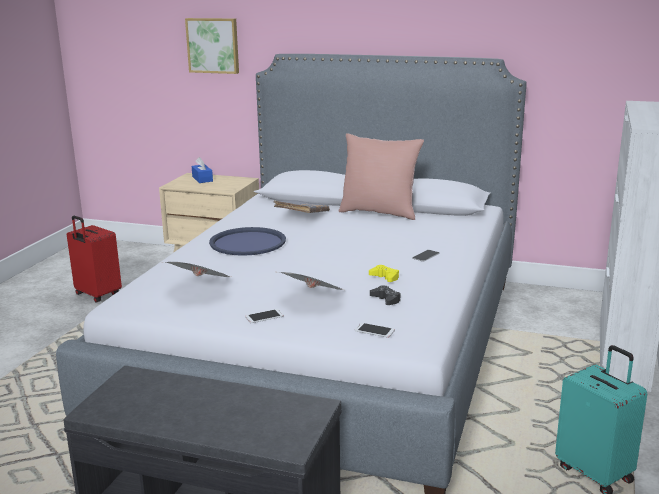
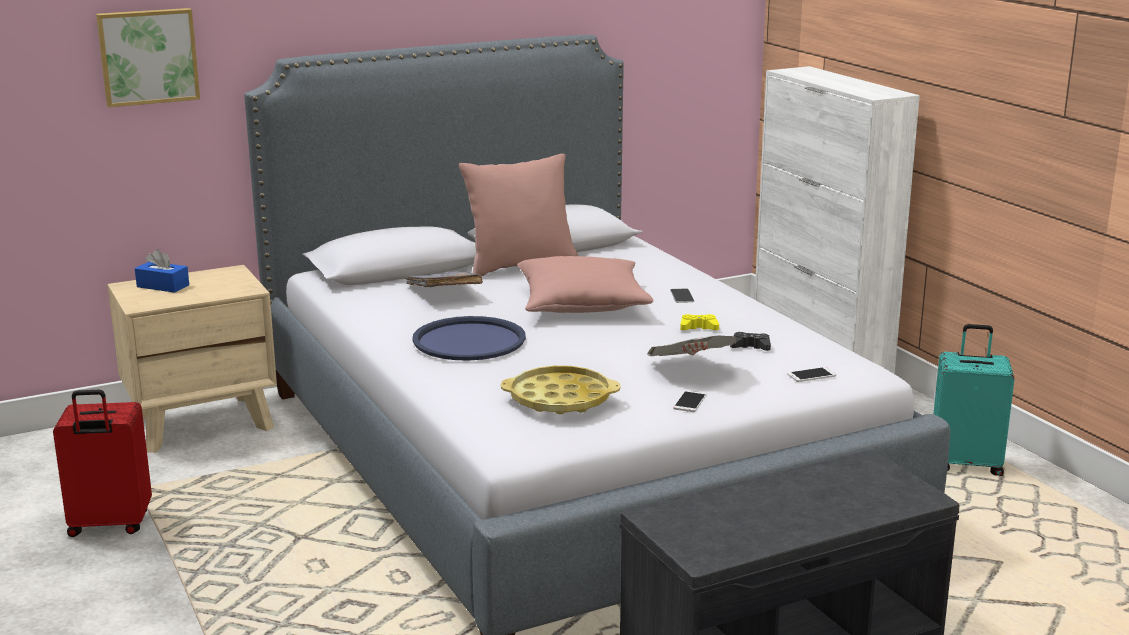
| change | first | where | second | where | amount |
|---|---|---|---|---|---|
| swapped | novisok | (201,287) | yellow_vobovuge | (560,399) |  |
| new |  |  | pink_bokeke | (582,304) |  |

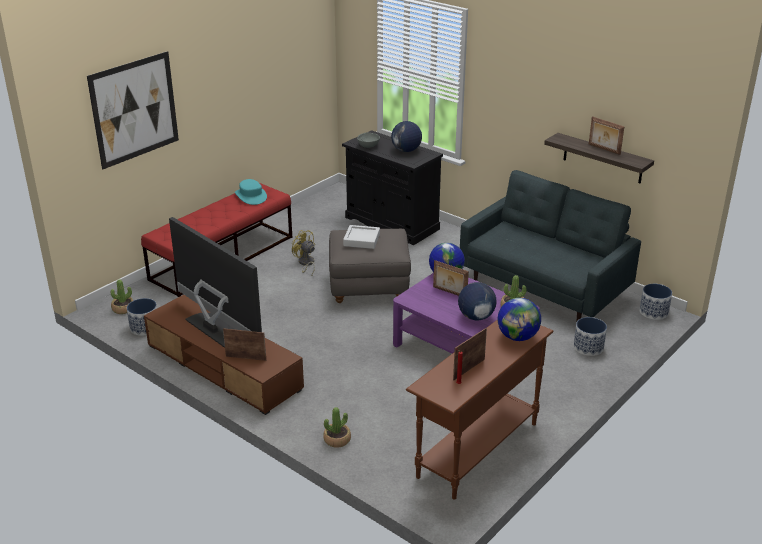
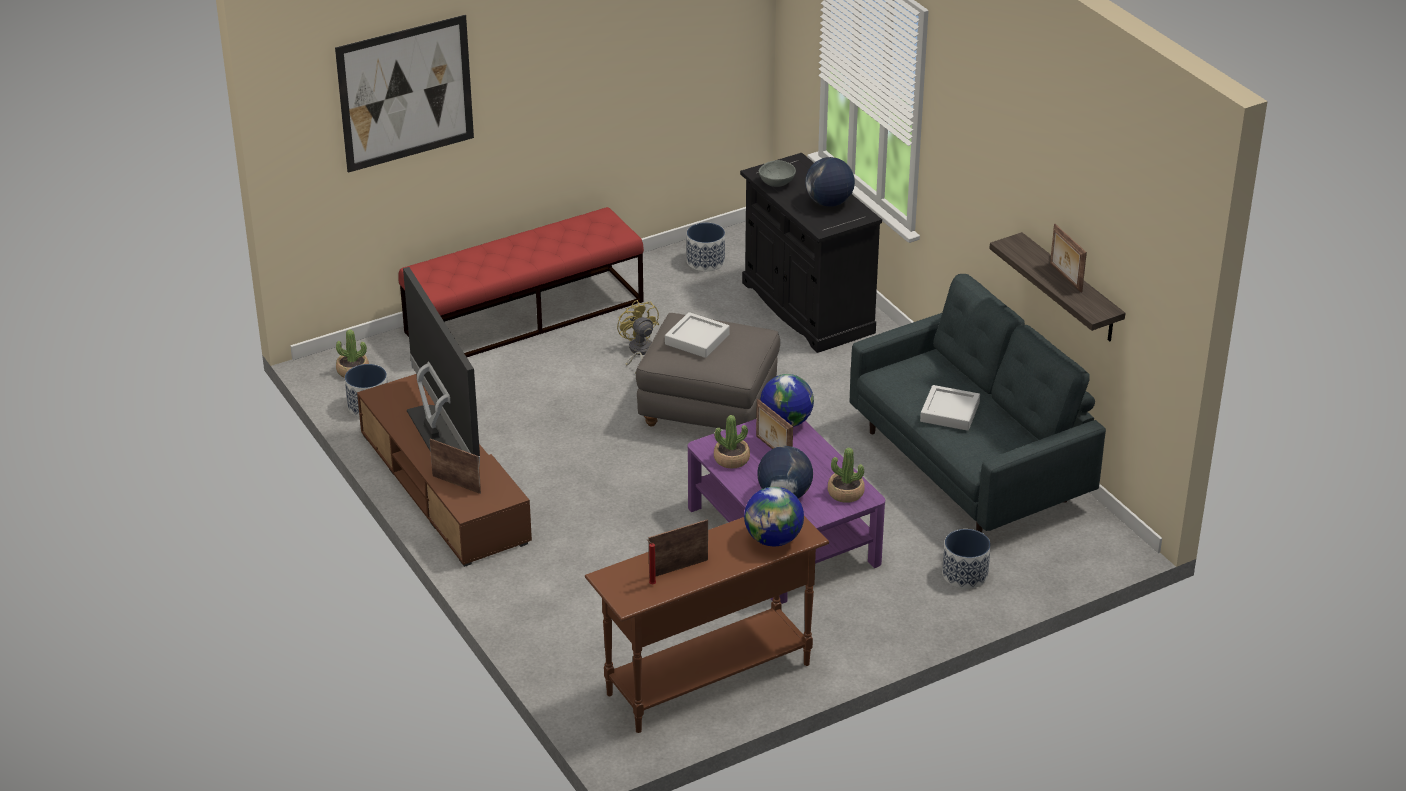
| change | first | where | second | where | amount |
|---|---|---|---|---|---|
| gone | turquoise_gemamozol | (251,196) |  |  |  |
| shifted | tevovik | (654,312) |  | (706,262) |  |
| shifted | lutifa | (337,439) |  | (731,459) |  |
| new |  |  | grey_vobovuge | (949,412) |  |

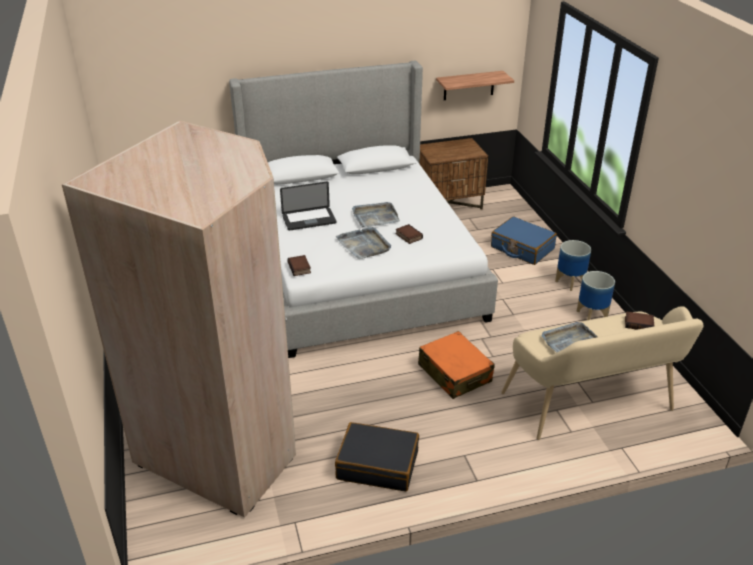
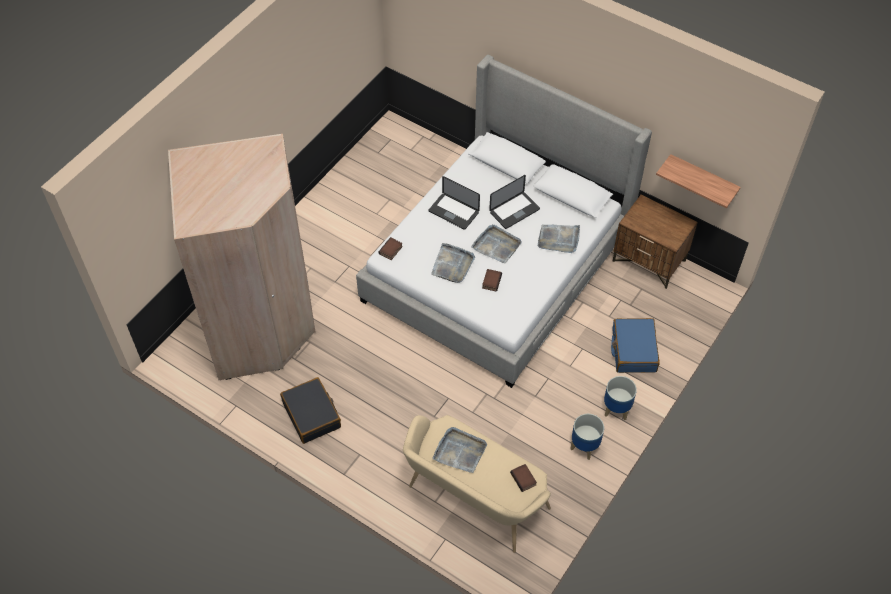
| change | first | where | second | where | amount |
|---|---|---|---|---|---|
| gone | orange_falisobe | (454,373) |  |  |  |
| new |  |  | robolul | (514,211) |  |
| new |  |  | grey_vobovuge | (559,239) |  |

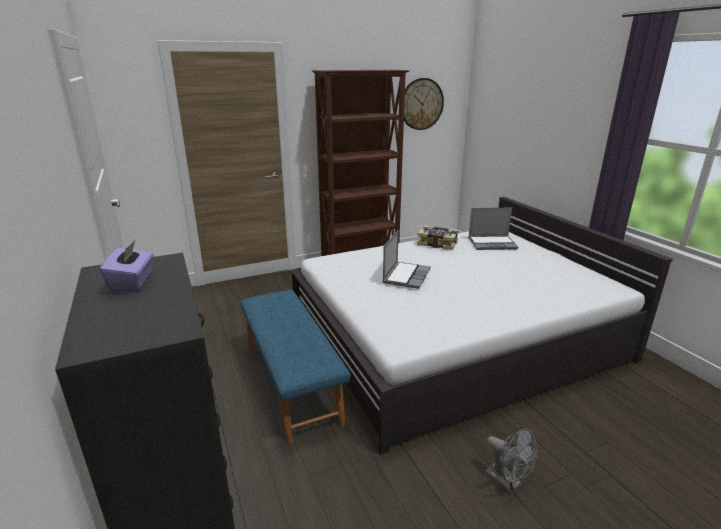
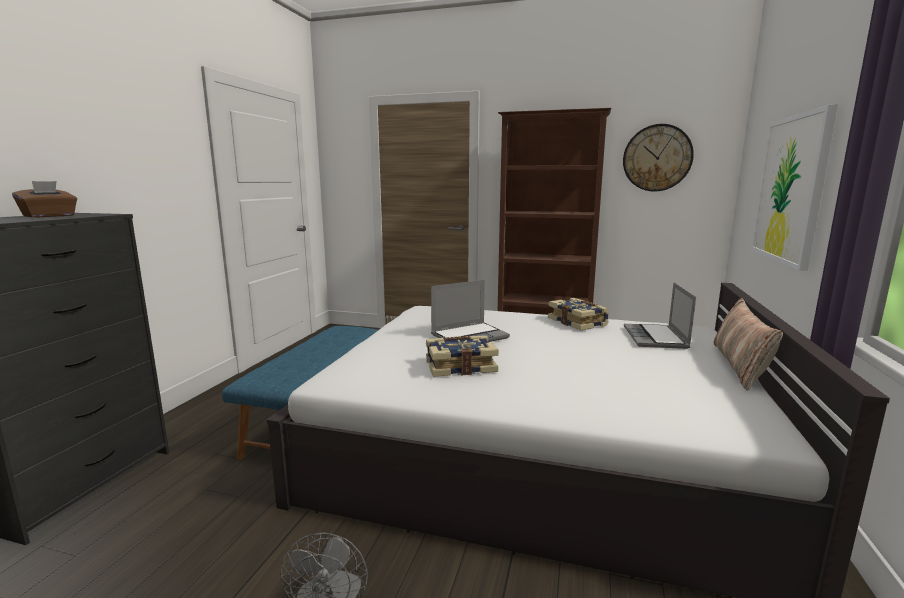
| change | first | where | second | where | amount |
|---|---|---|---|---|---|
| rotated | robolul | (492,243) |  | (656,338) | 60 degrees clockwise |
| repainted | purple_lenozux | (133,283) | brown_lenozux | (49,216) |  |
| new |  |  | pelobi | (791,189) |  |
| new |  |  | bokeke | (740,365) |  |
| new |  |  | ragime | (460,366) |  |

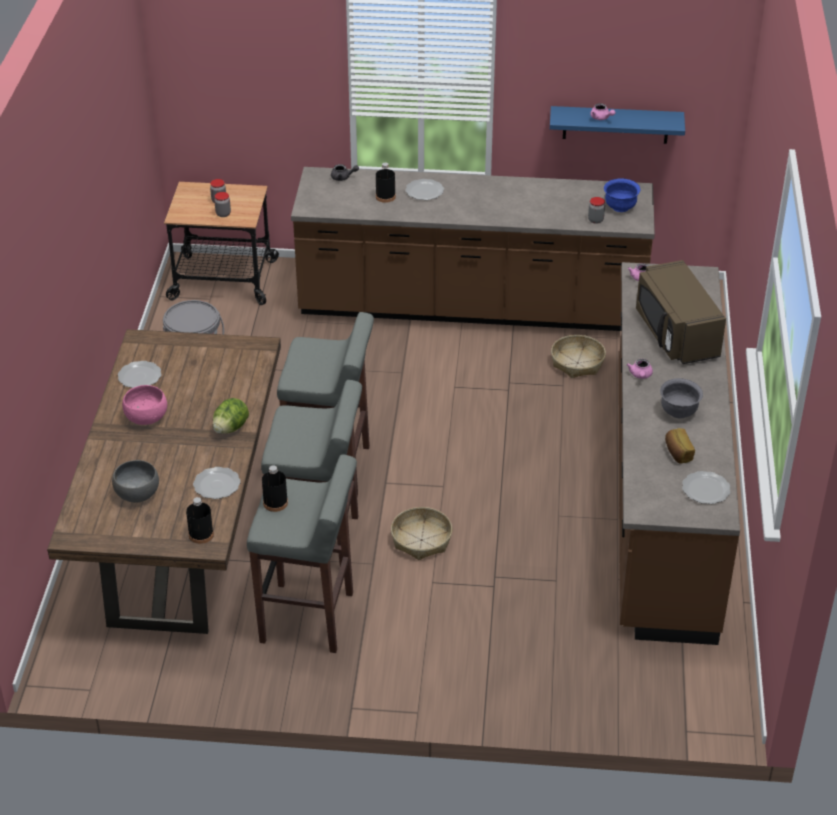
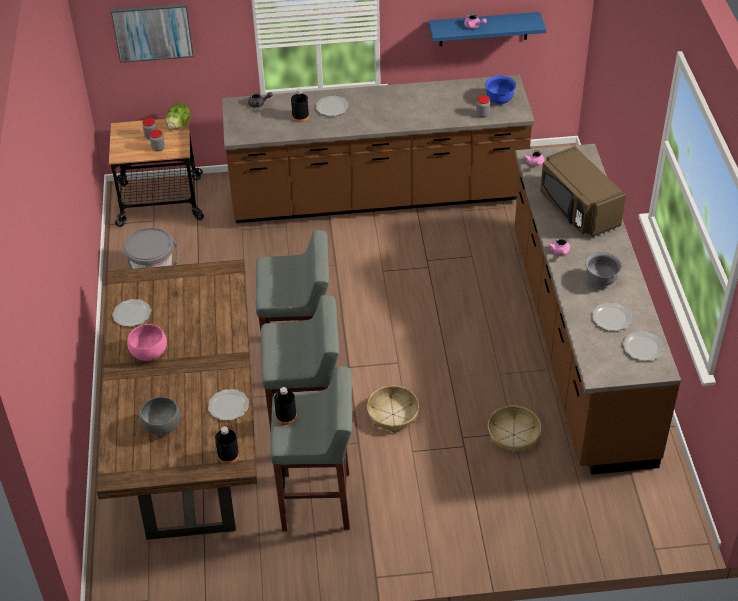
| change | first | where | second | where | amount |
|---|---|---|---|---|---|
| shifted | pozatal | (577,363) |  | (513,435) |  |
| shifted | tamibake | (230,428) |  | (178,125) |  |
| swapped | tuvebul | (677,453) | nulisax | (611,318) |  |
| new |  |  | pelobi | (152,32) |  |

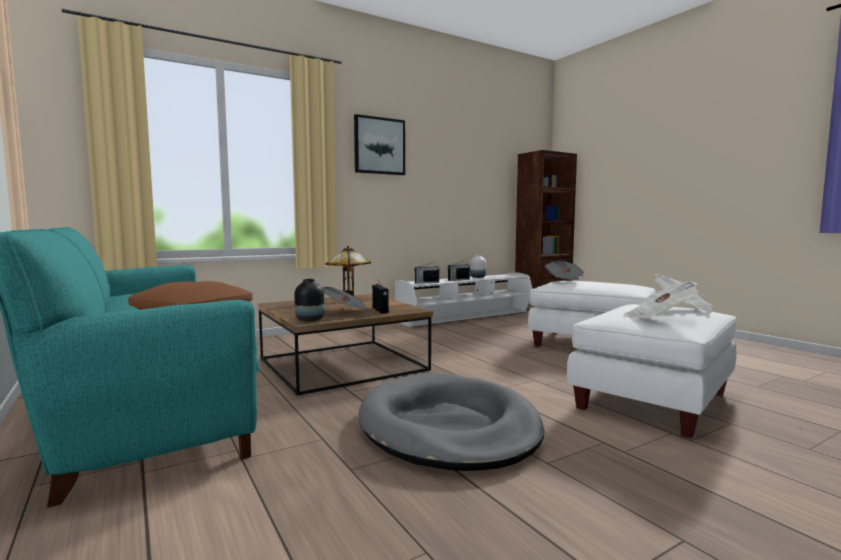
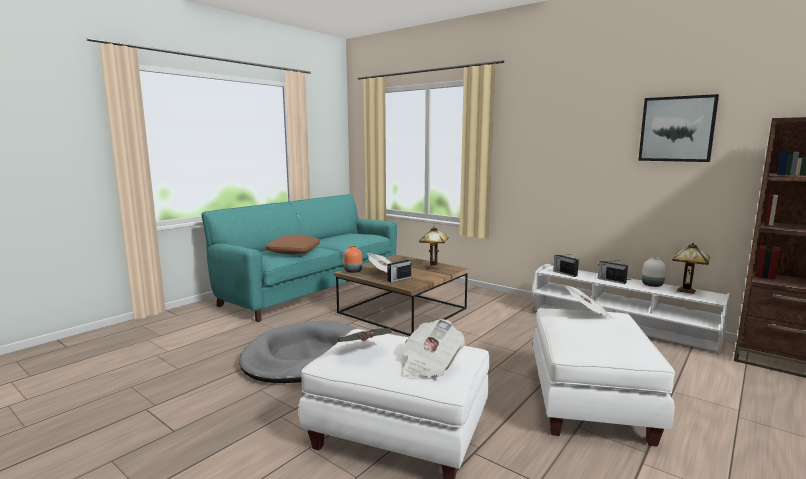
| change | first | where | second | where | amount |
|---|---|---|---|---|---|
| shifted | pelobi | (379,146) |  | (677,129) |  |
| repainted | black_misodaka | (310,319) | orange_misodaka | (353,271) |  |
| new |  |  | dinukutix | (687,291) |  |

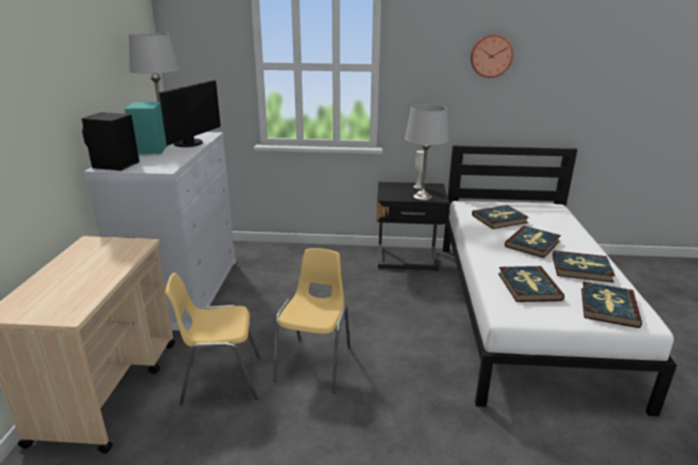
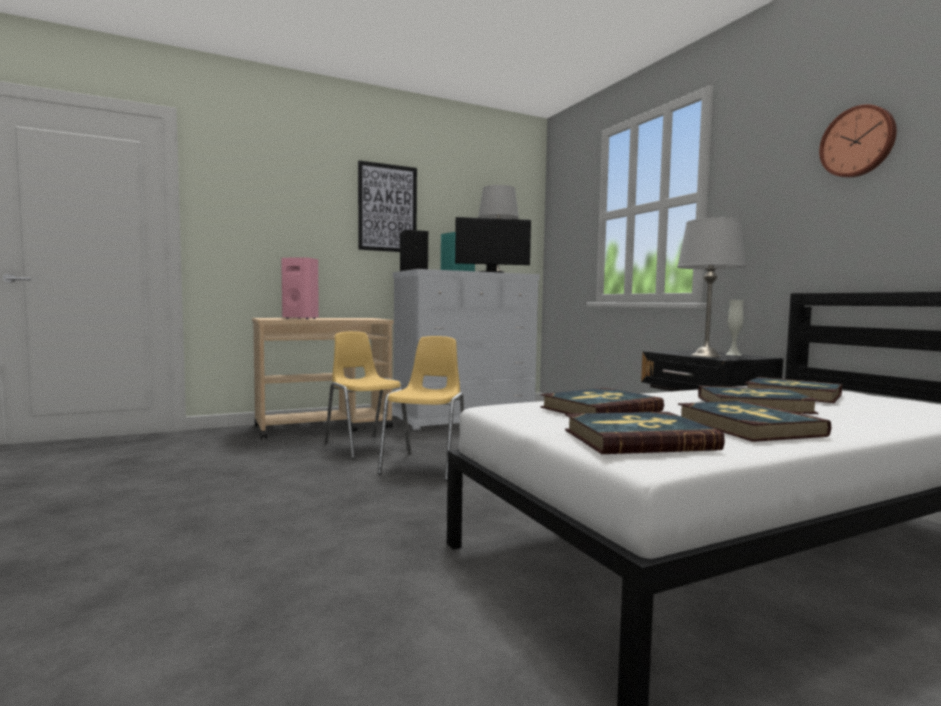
| change | first | where | second | where | amount |
|---|---|---|---|---|---|
| rotated | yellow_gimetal | (315,363) |  | (426,466) | 60 degrees counterclockwise |
| new |  |  | pelobi | (387,208) |  |
| new |  |  | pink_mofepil | (301,318) |  |

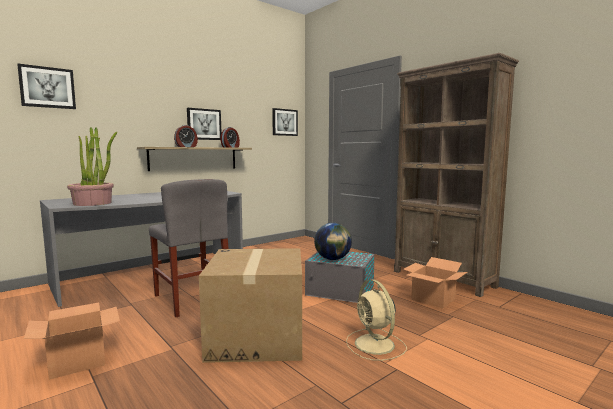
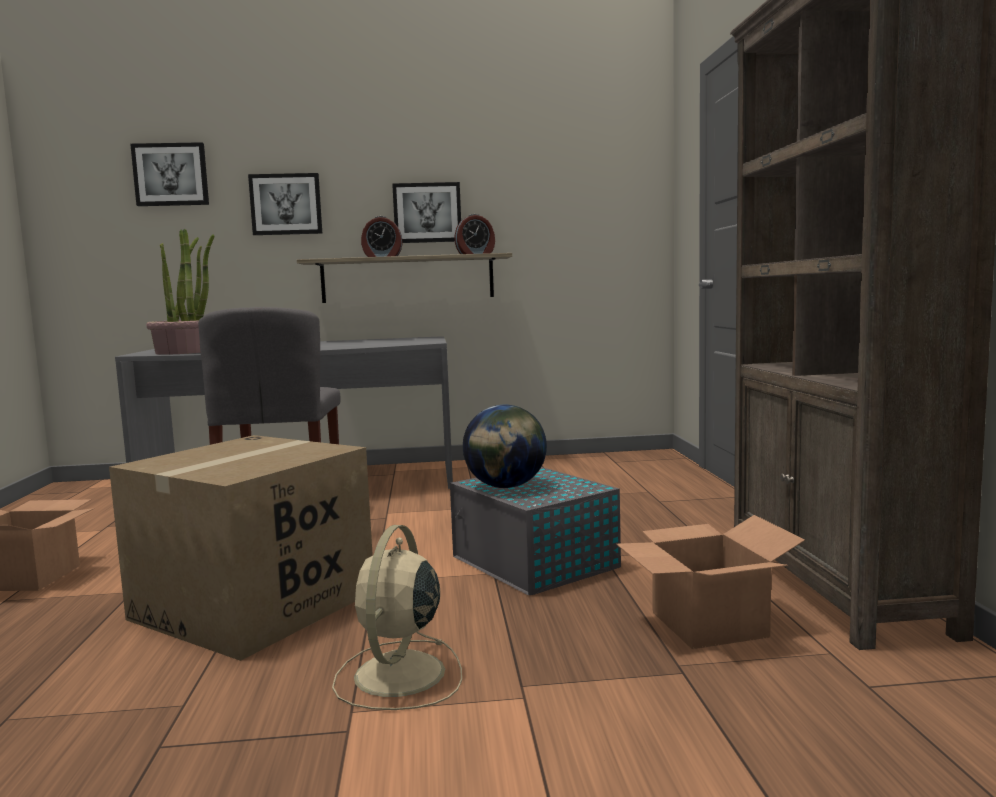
| change | first | where | second | where | amount |
|---|---|---|---|---|---|
| shifted | pelobi | (284,122) |  | (286,204) |  |

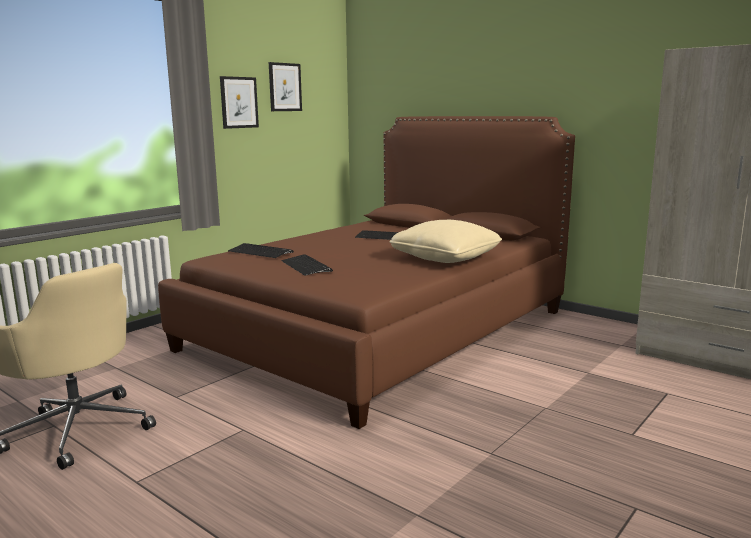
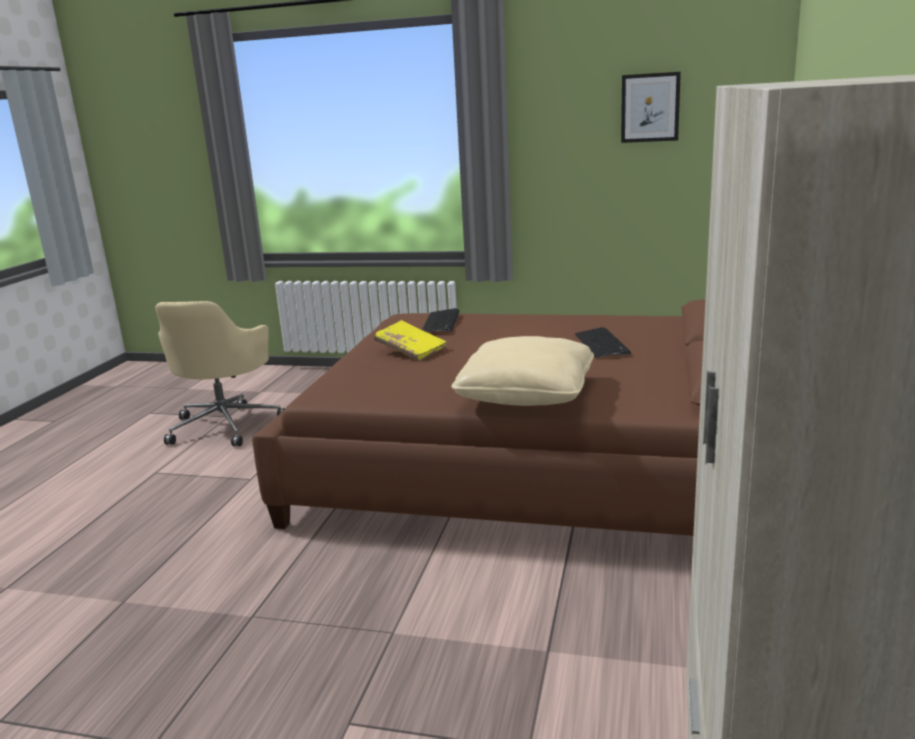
| change | first | where | second | where | amount |
|---|---|---|---|---|---|
| gone | pelobi | (239,102) |  |  |  |
| swapped | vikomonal | (306,266) | yellow_ragime | (411,351) |  |

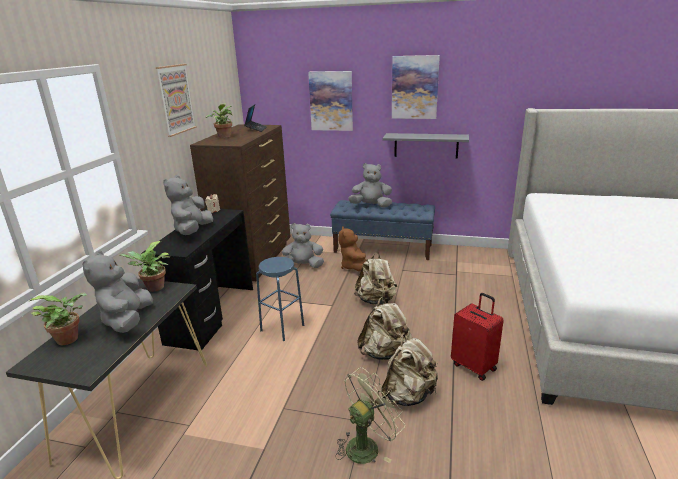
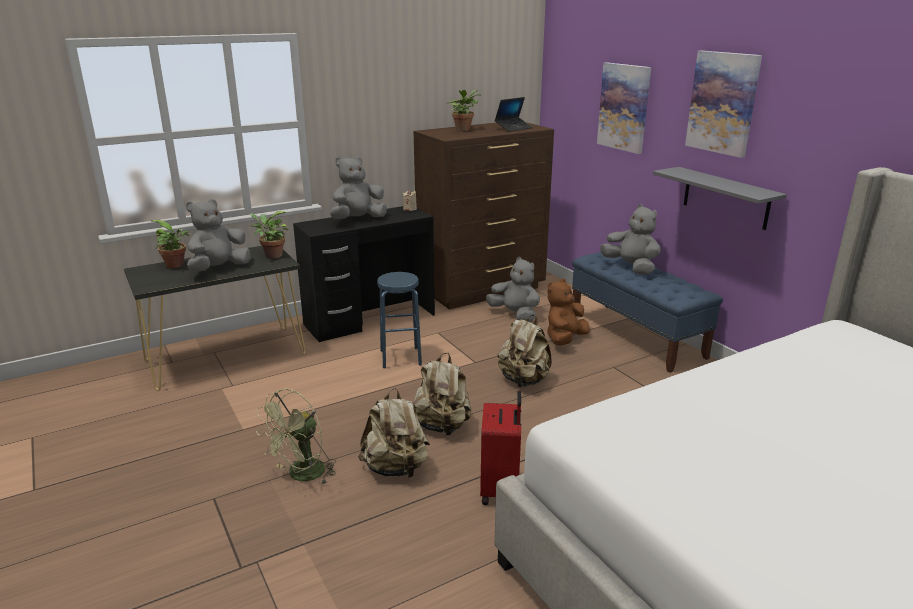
| change | first | where | second | where | amount |
|---|---|---|---|---|---|
| gone | pelobi | (175,99) |  |  |  |
| rotated | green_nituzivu | (367,445) |  | (301,476) | 120 degrees clockwise |

